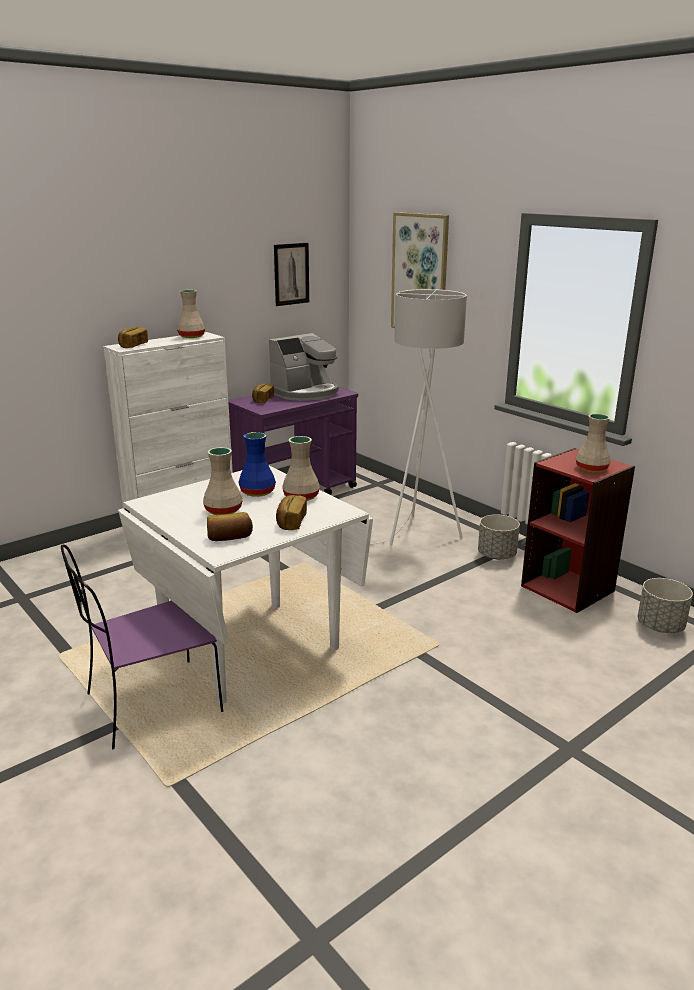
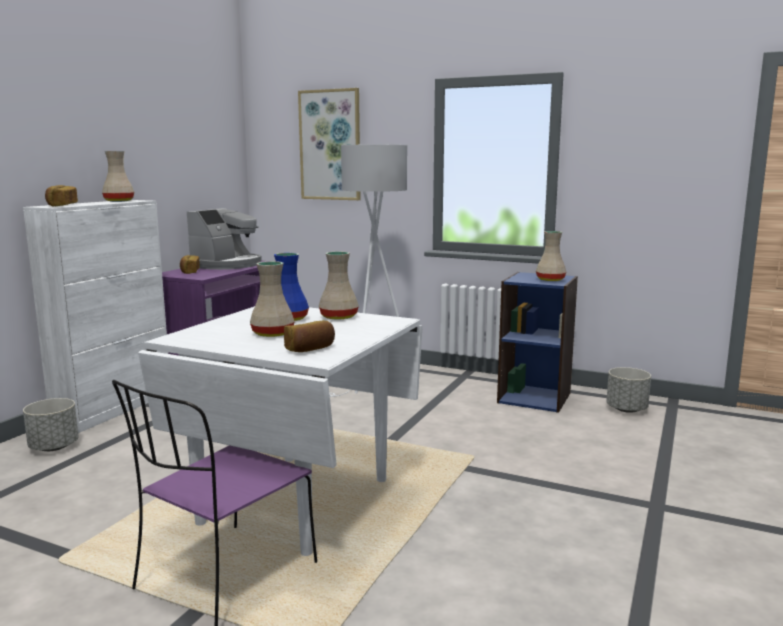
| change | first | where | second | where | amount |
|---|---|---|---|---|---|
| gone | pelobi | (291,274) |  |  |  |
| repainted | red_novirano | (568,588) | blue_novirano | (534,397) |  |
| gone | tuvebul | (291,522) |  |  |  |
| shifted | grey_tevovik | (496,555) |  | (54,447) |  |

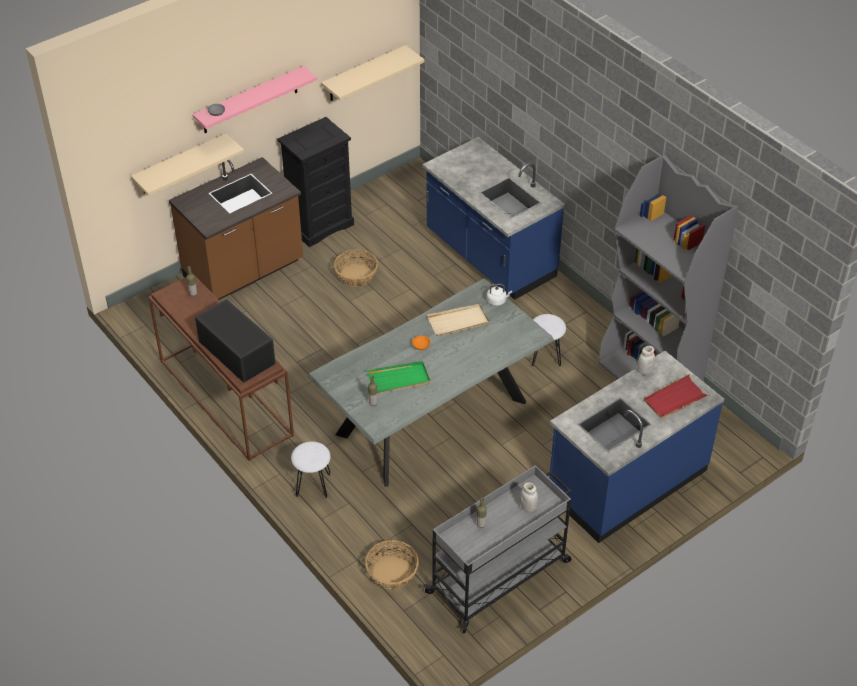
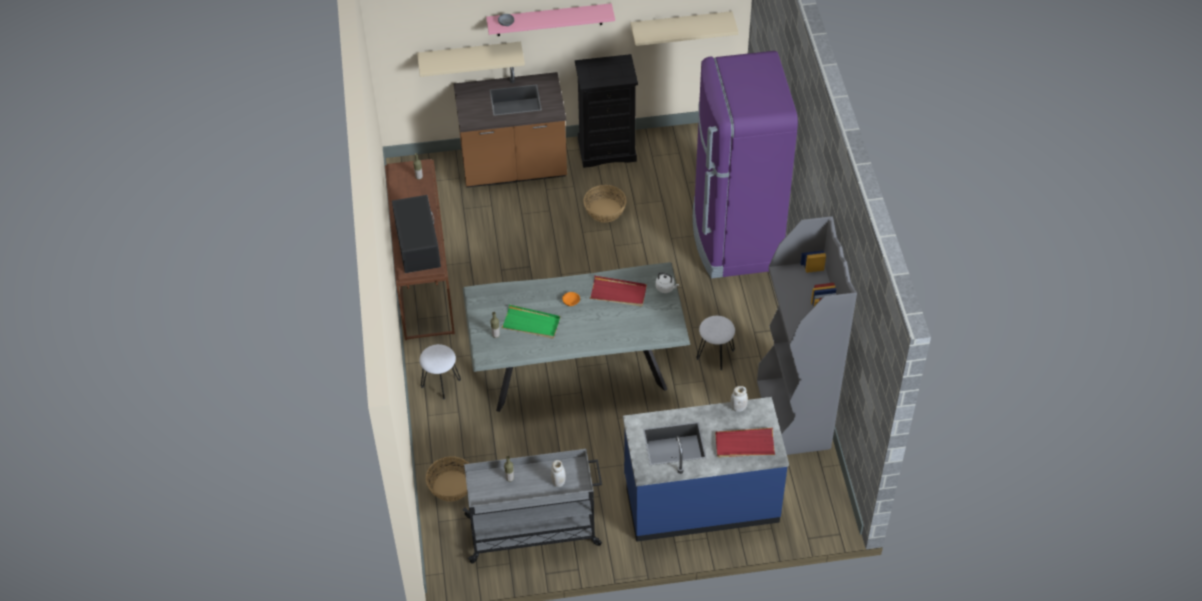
| change | first | where | second | where | amount |
|---|---|---|---|---|---|
| swapped | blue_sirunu | (489,256) | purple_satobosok | (734,239) |  |
| repainted | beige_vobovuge | (458,322) | red_vobovuge | (618,293) |  |

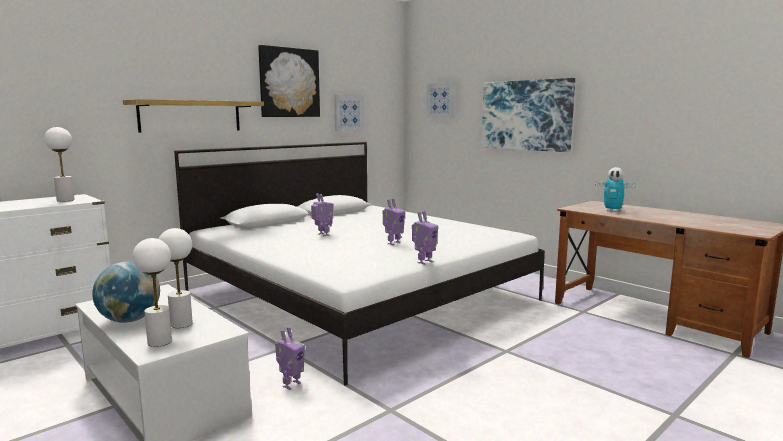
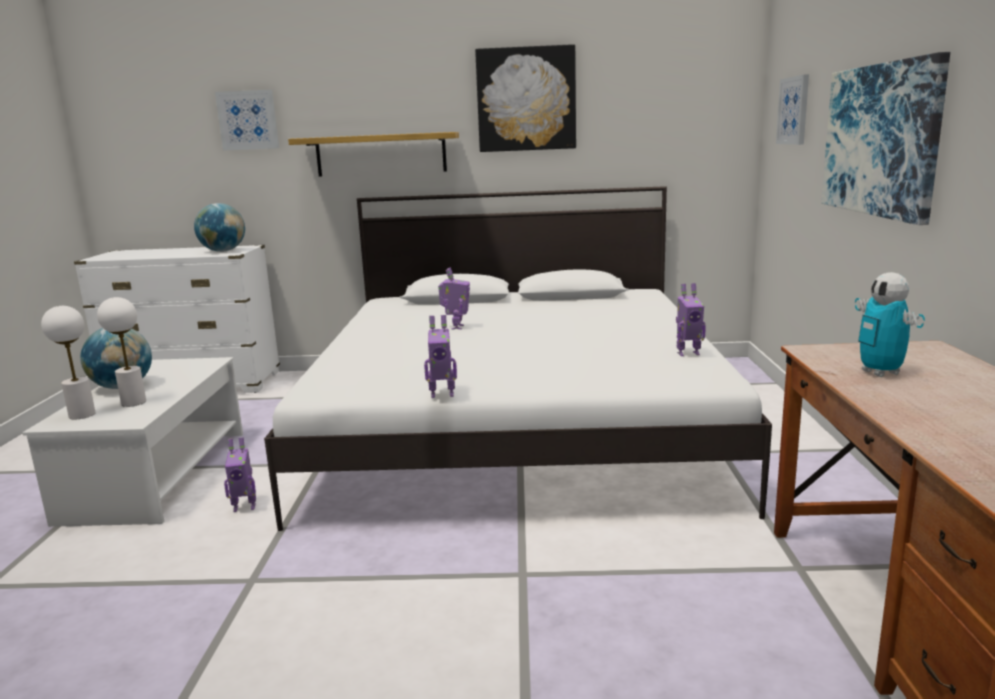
| change | first | where | second | where | amount |
|---|---|---|---|---|---|
| shifted | pelobi | (348,113) |  | (248,120) |  |
| swapped | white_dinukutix | (66,200) | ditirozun | (223,251) |  |
| shifted | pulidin | (393,243) |  | (687,353) |  |

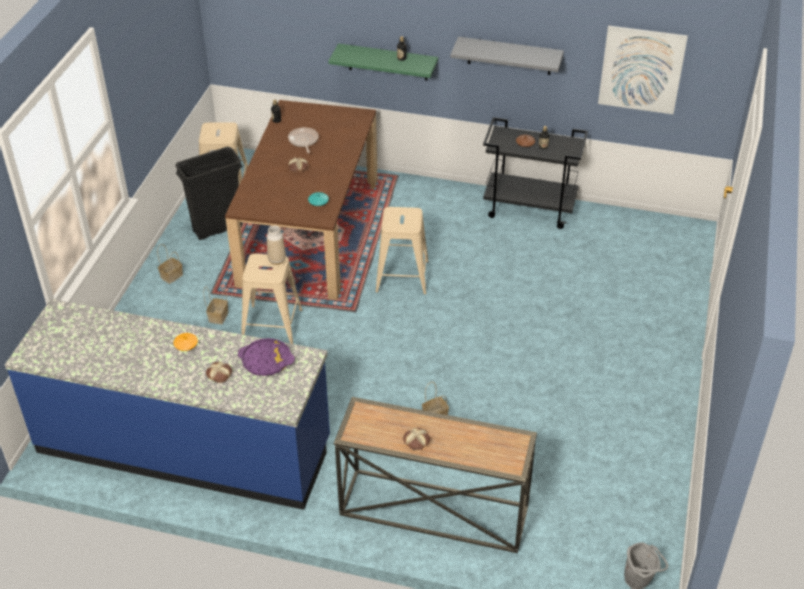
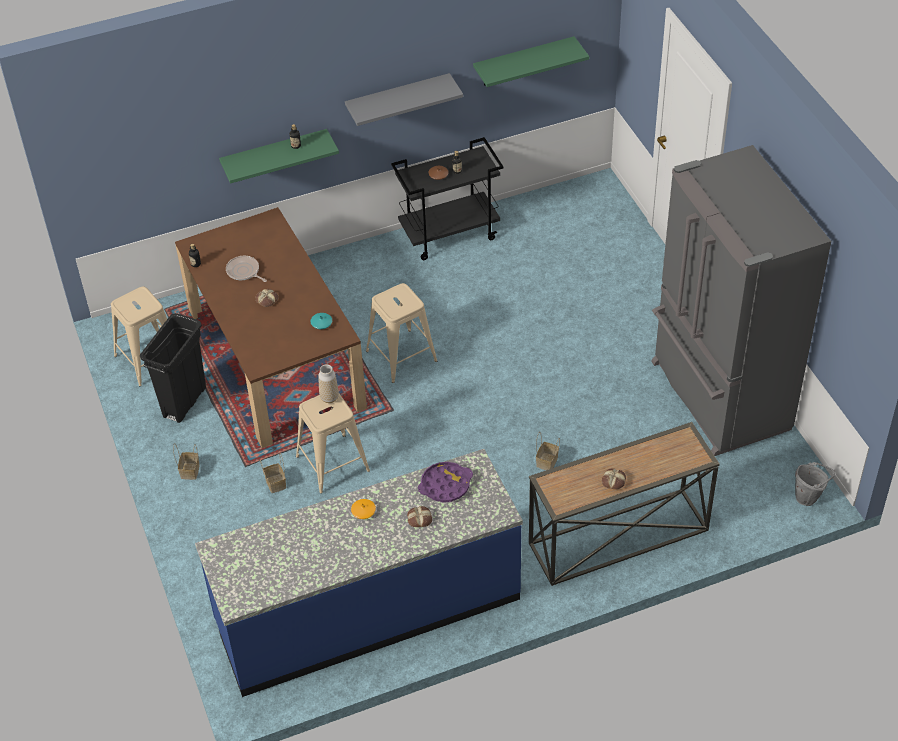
| change | first | where | second | where | amount |
|---|---|---|---|---|---|
| swapped | pelobi | (641,70) | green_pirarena | (523,61) |  |
| new |  |  | grey_satobosok | (717,397) |  |

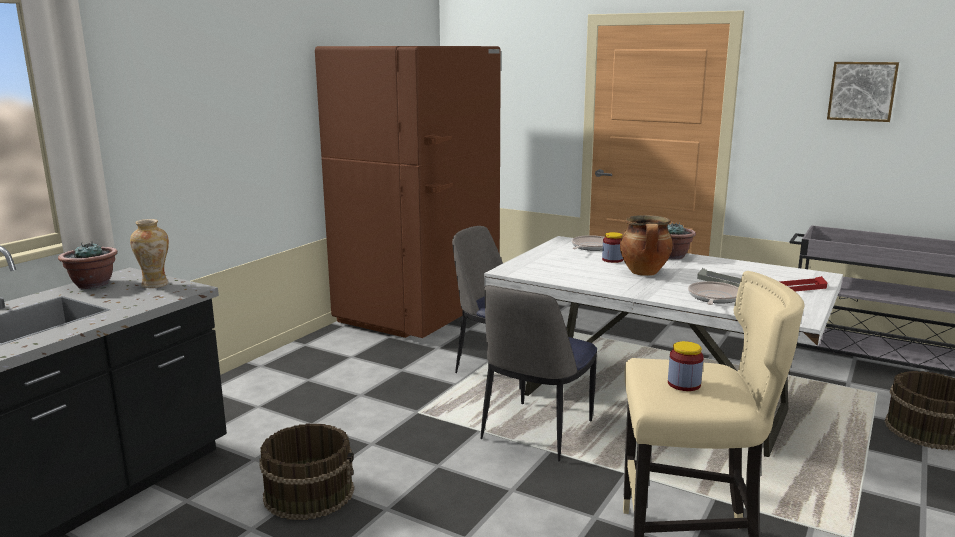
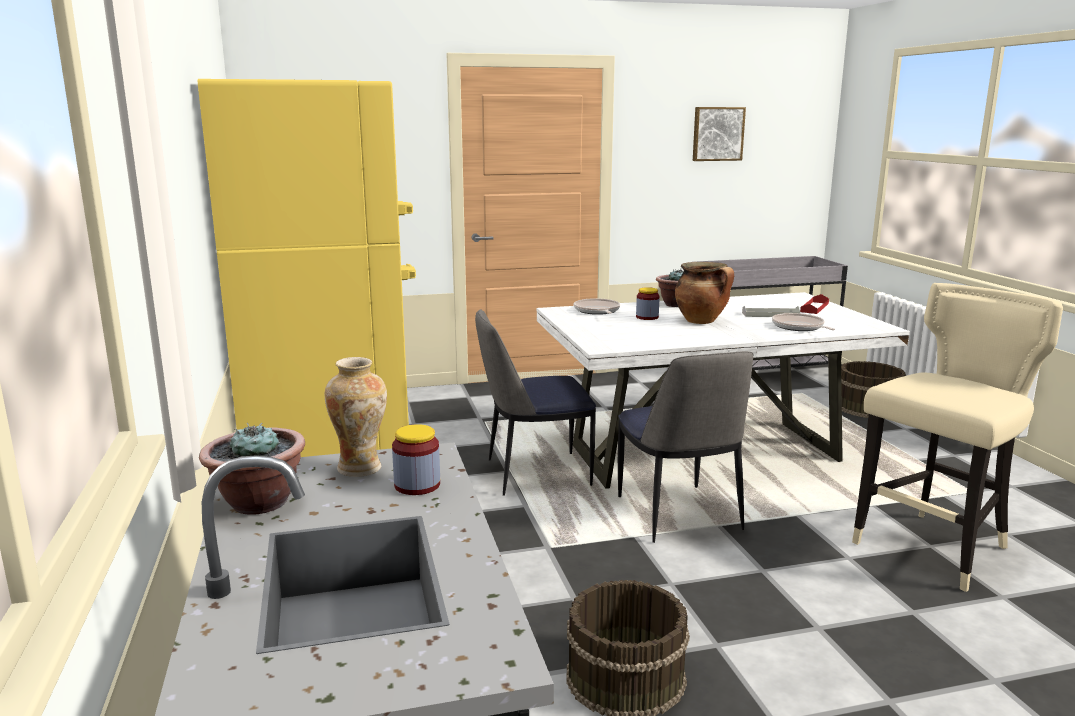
| change | first | where | second | where | amount |
|---|---|---|---|---|---|
| repainted | brown_satobosok | (420,312) | yellow_satobosok | (330,450) |  |
| shifted | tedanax | (684,384) |  | (417,485) |  |

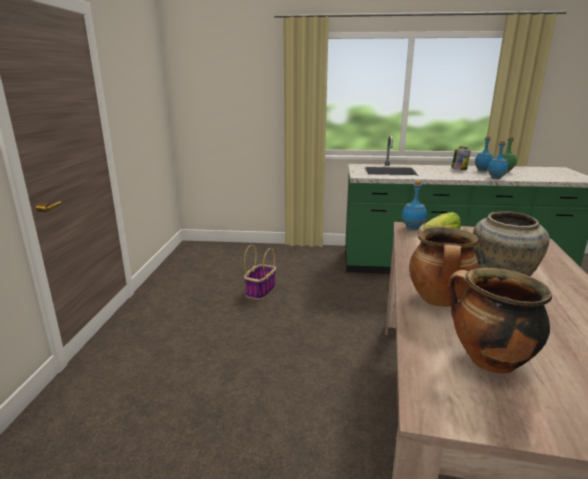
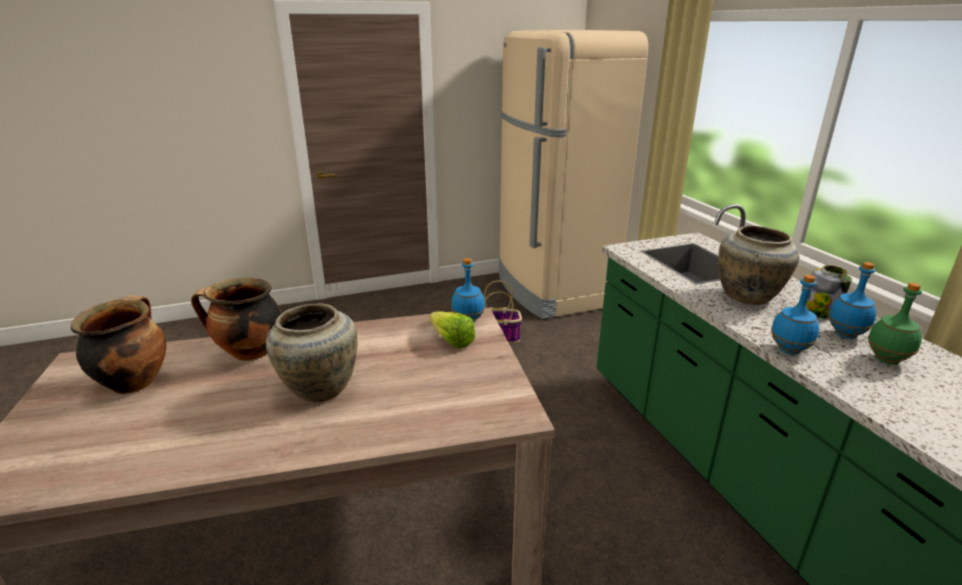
| change | first | where | second | where | amount |
|---|---|---|---|---|---|
| new |  |  | beige_satobosok | (552,290) |  |
| new |  |  | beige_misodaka | (748,297) |  |

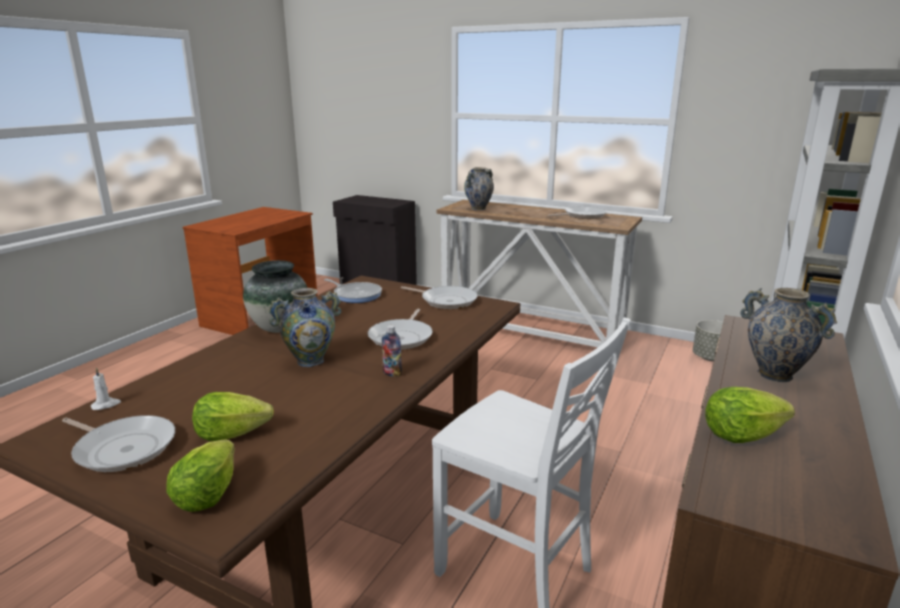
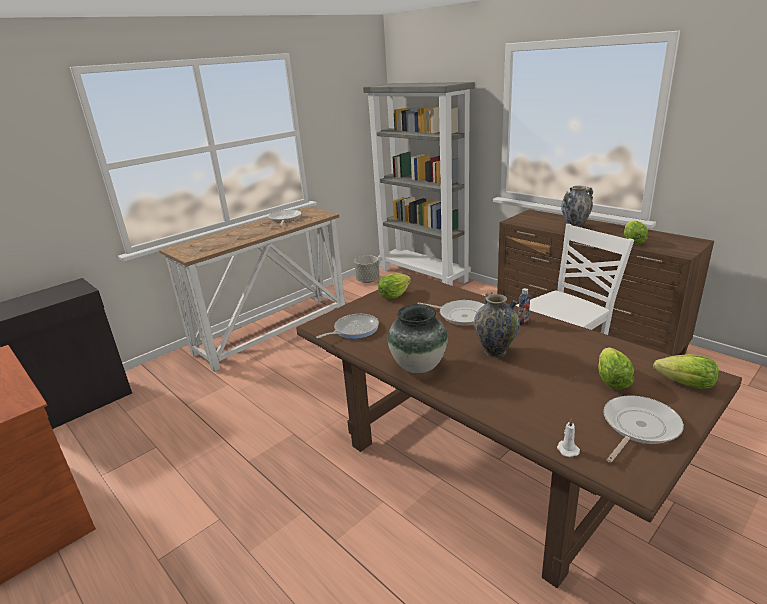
| change | first | where | second | where | amount |
|---|---|---|---|---|---|
| gone | misodaka | (478,209) |  |  |  |
| swapped | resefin | (446,301) | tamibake | (394,295) |  |

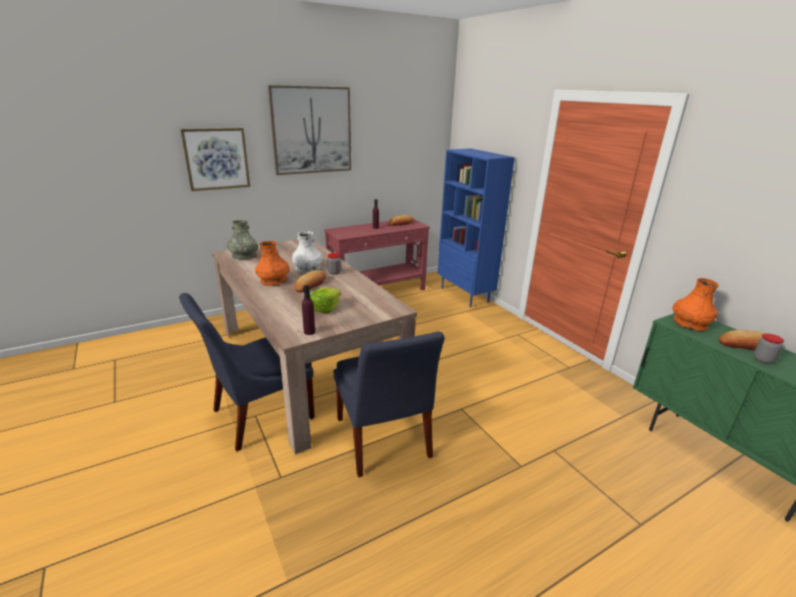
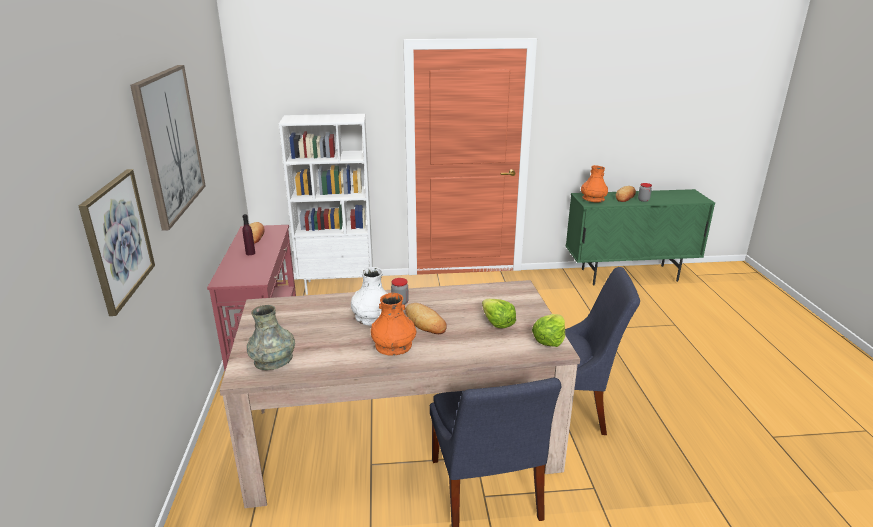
| change | first | where | second | where | amount |
|---|---|---|---|---|---|
| repainted | blue_novirano | (465,295) | white_novirano | (337,286) |  |
| swapped | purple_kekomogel | (309,332) | tamibake | (549,339) |  |

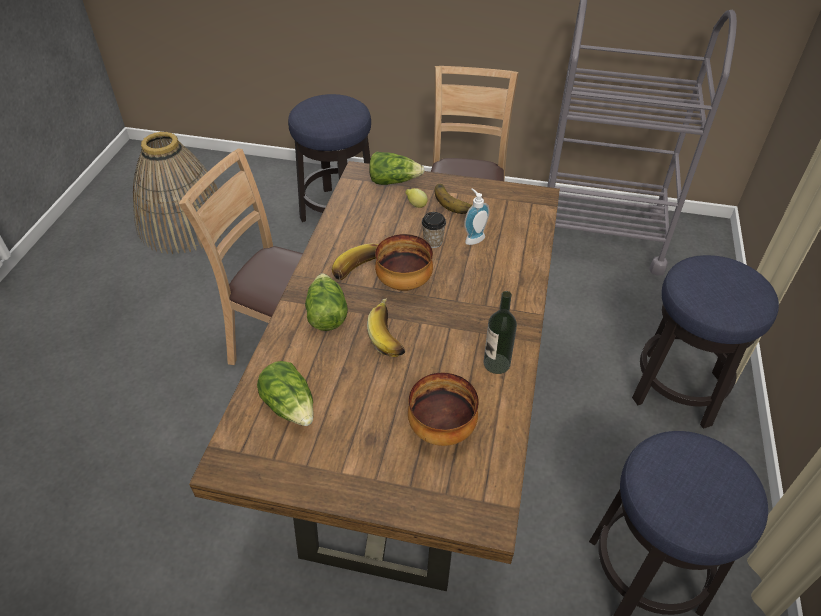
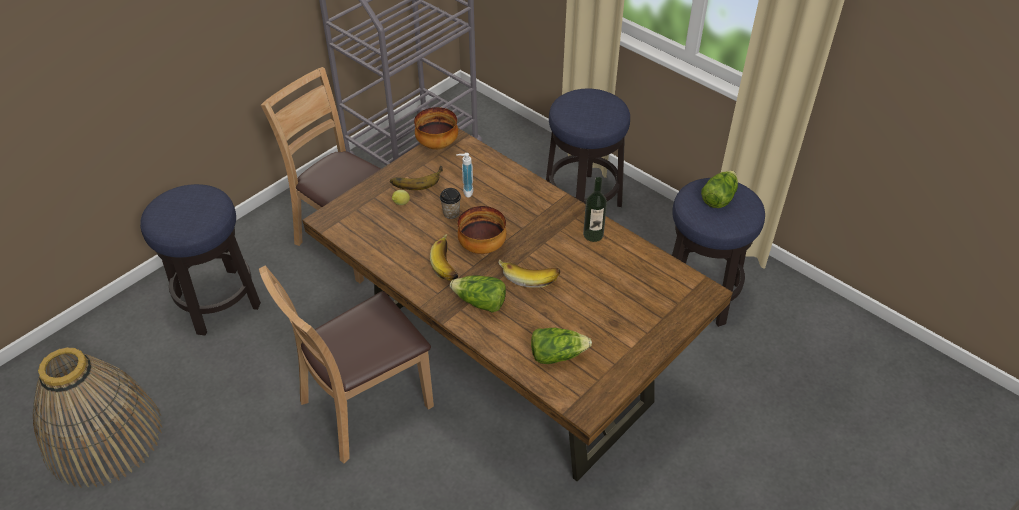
| change | first | where | second | where | amount |
|---|---|---|---|---|---|
| shifted | tamibake | (393,181) |  | (718,197) |  |
| shifted | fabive | (442,428) |  | (437,144) |  |

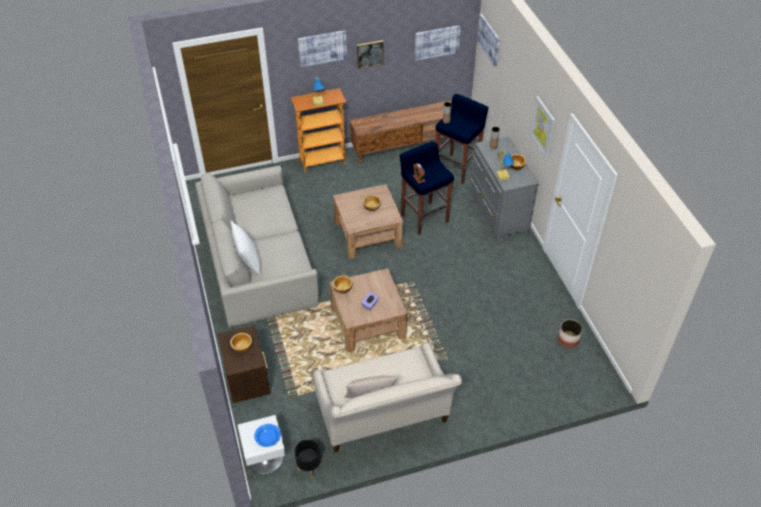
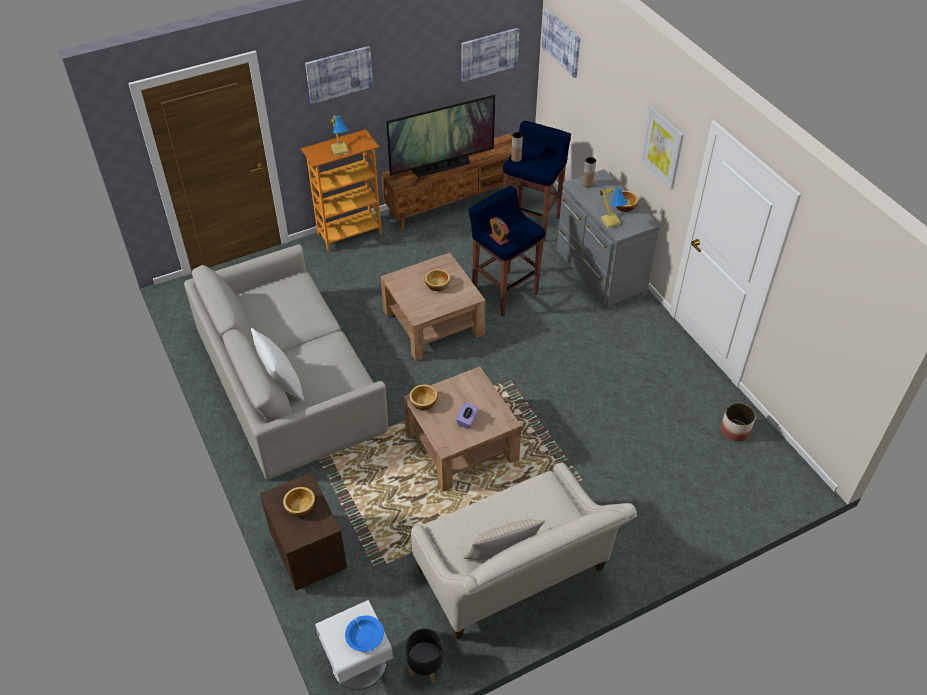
| change | first | where | second | where | amount |
|---|---|---|---|---|---|
| gone | pelobi | (370,54) |  |  |  |
| new |  |  | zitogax | (442,167) |  |

